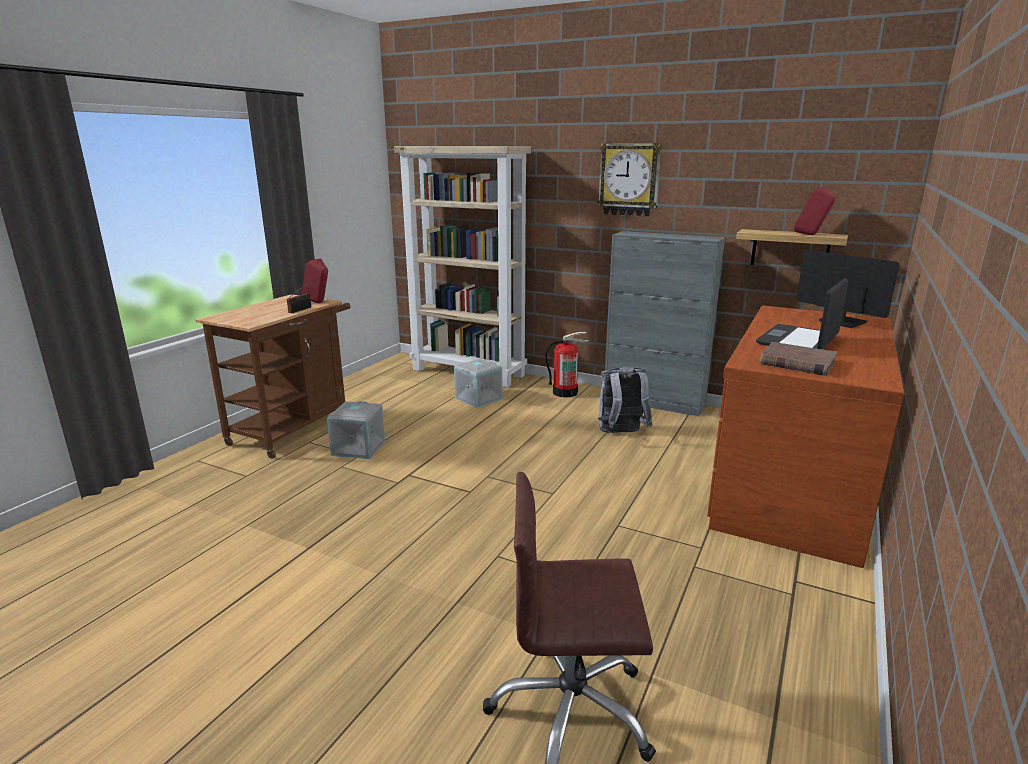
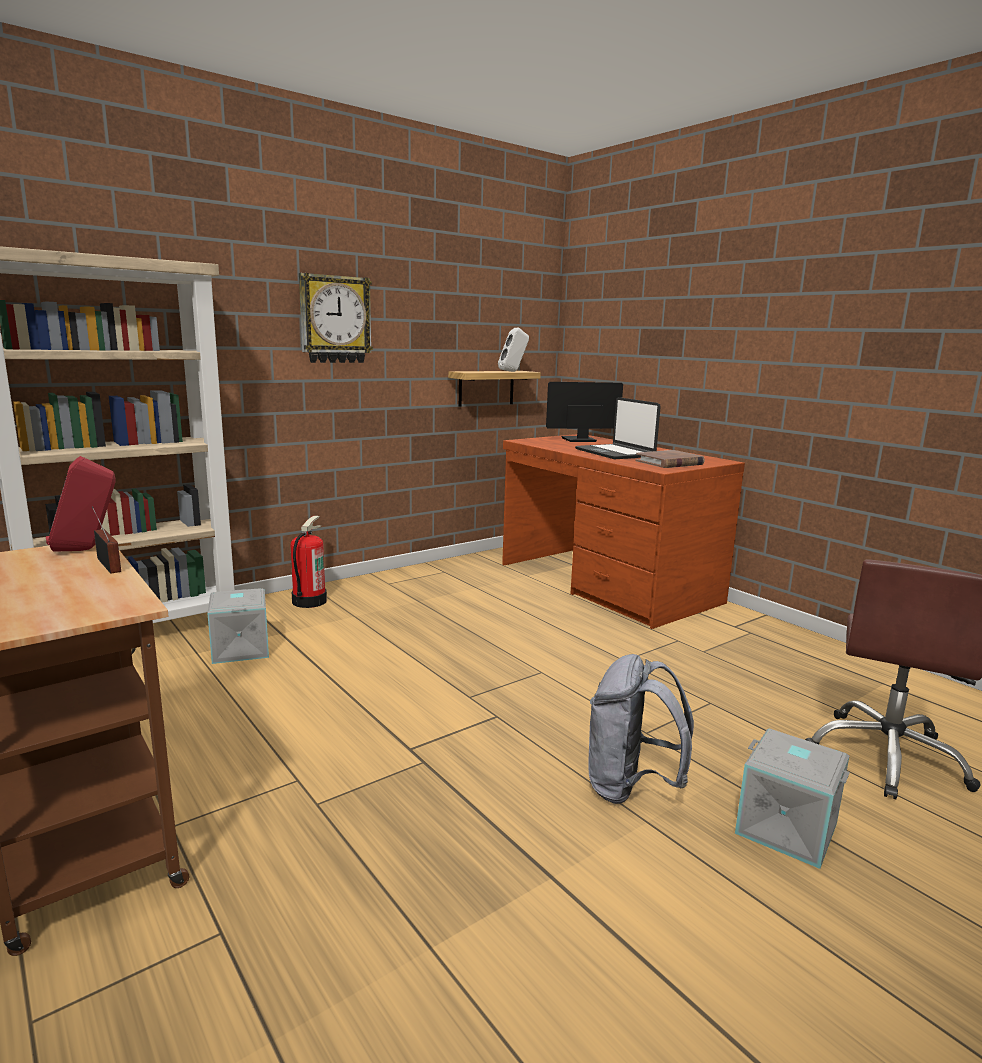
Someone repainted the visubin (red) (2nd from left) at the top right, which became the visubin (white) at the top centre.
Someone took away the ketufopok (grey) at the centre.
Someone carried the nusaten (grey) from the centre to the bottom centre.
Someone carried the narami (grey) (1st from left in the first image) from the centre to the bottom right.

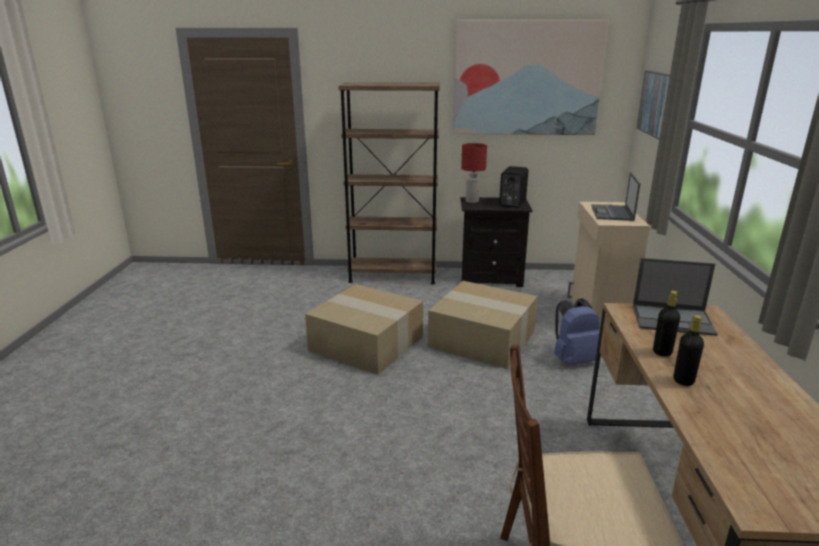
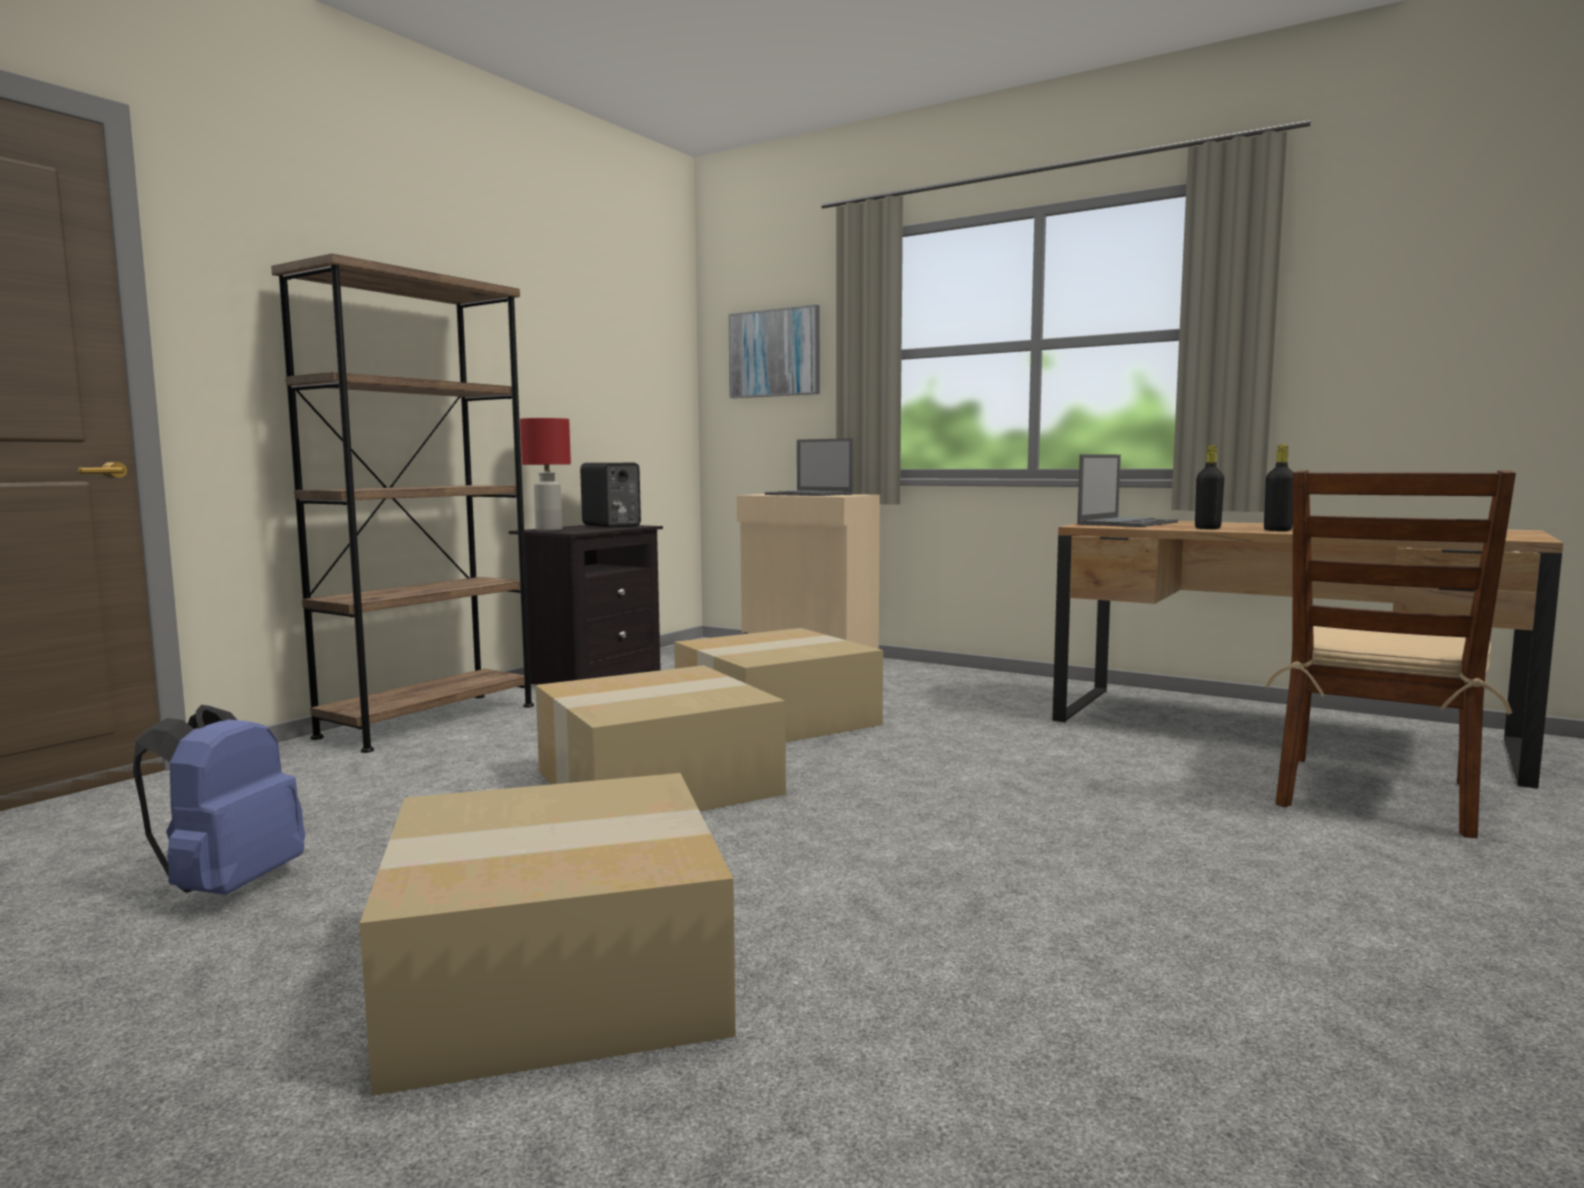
Someone took away the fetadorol (1st from left) at the top centre.
Someone carried the nusaten (blue) from the middle right to the bottom left.
Someone put down the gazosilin (1st from left) at the bottom centre.

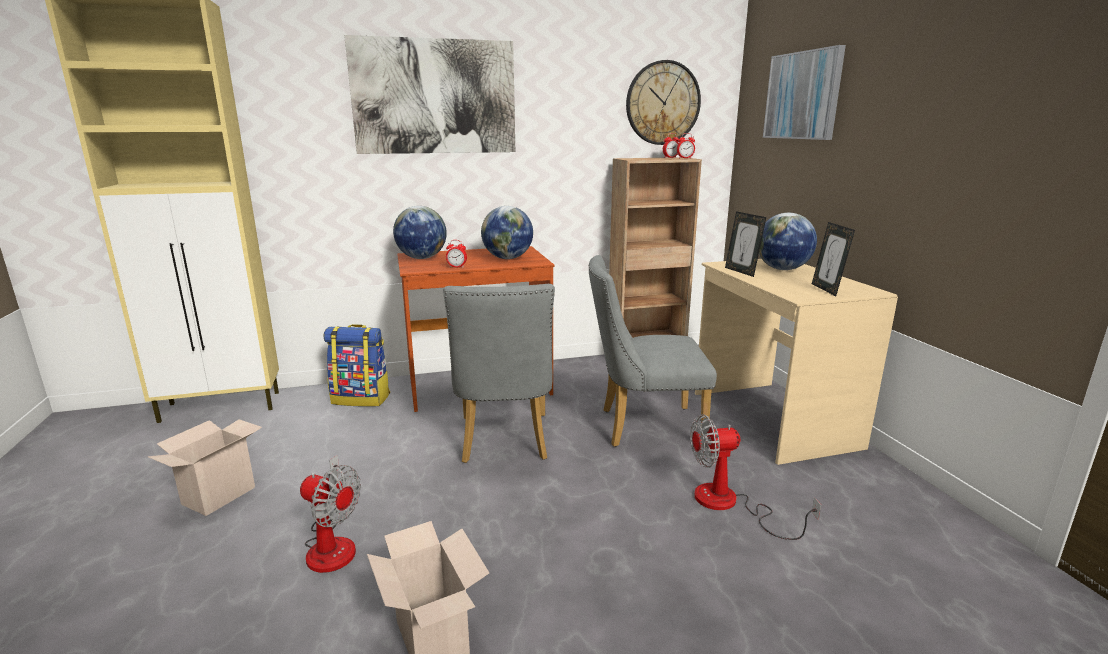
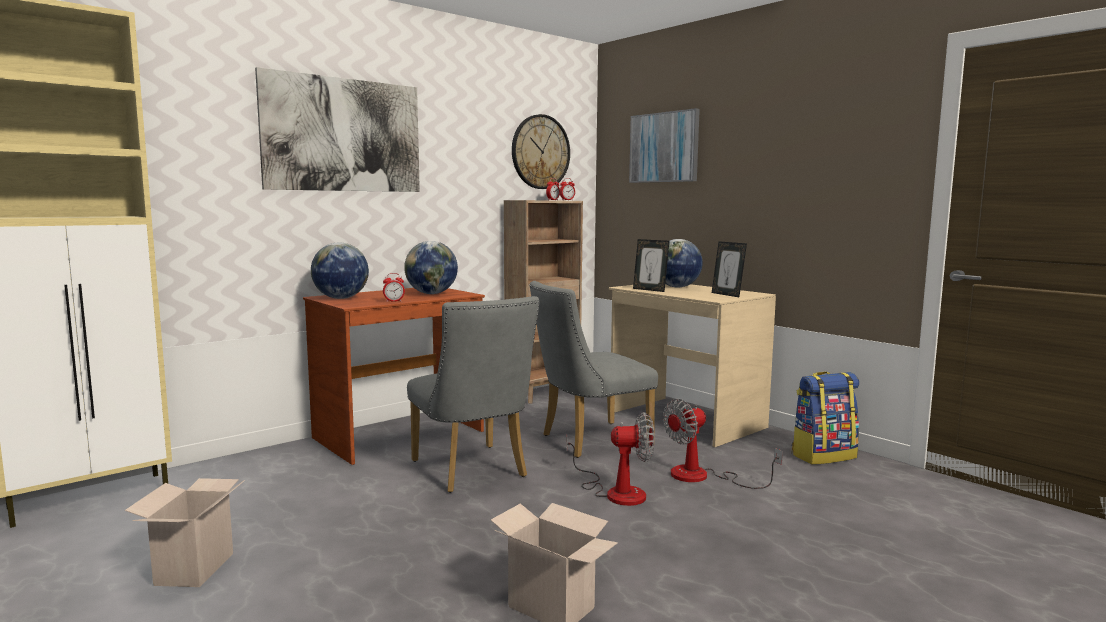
Someone carried the nusaten from the middle left to the bottom right.
Someone carried the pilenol (1st from left) from the bottom left to the bottom centre.

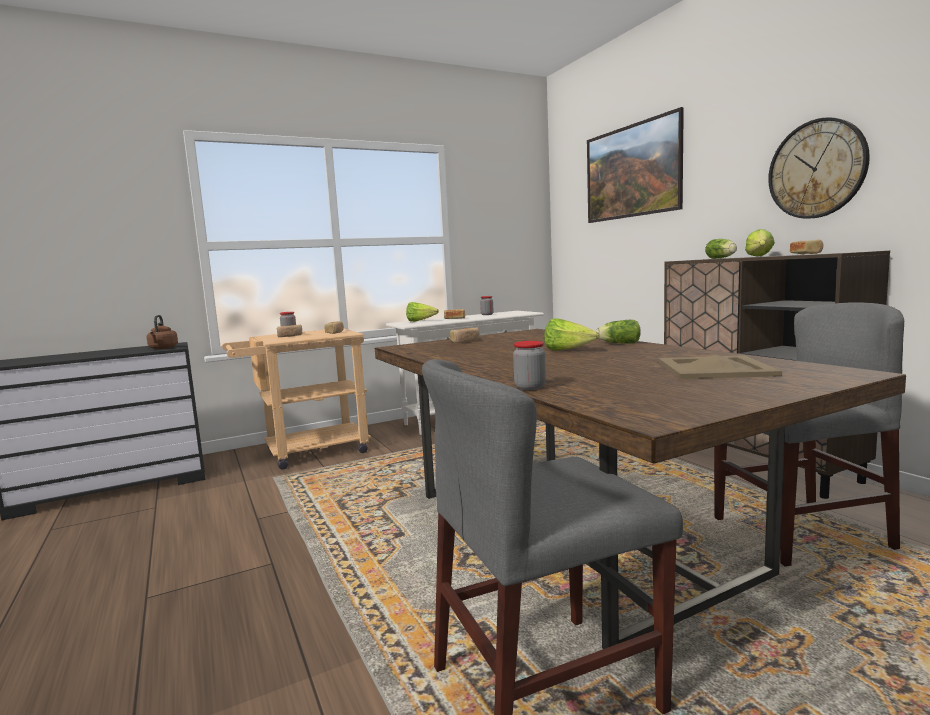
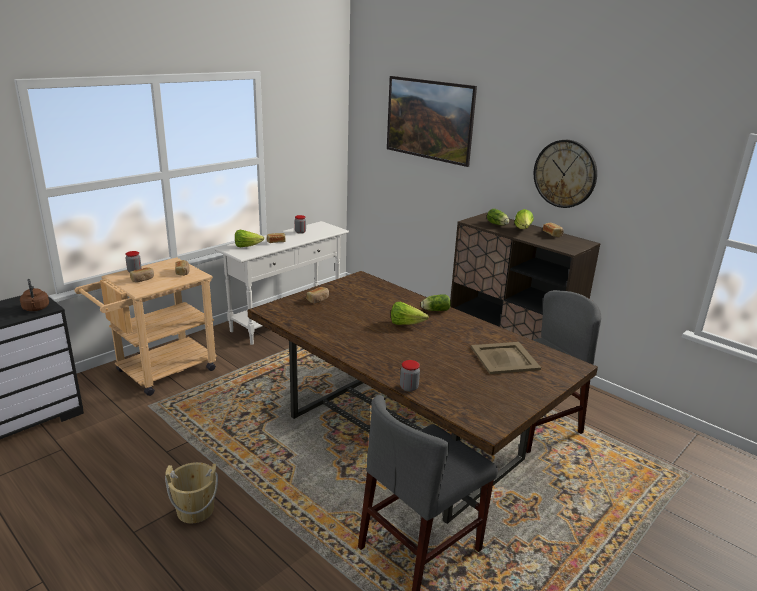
Someone put down the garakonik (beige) at the bottom left.

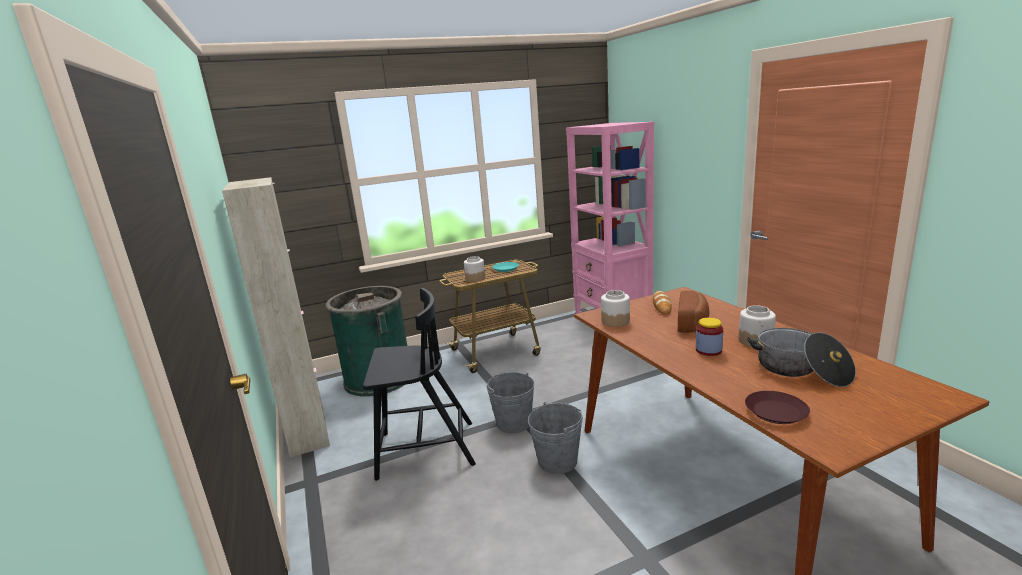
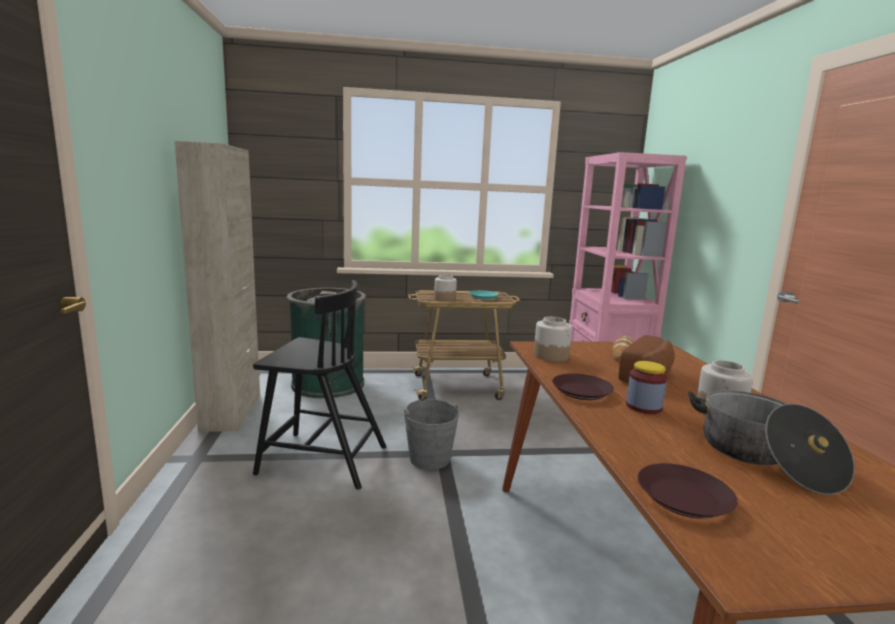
Someone took away the garakonik (grey) (2nd from left) at the bottom centre.
Someone put down the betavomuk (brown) (1st from left) at the centre.

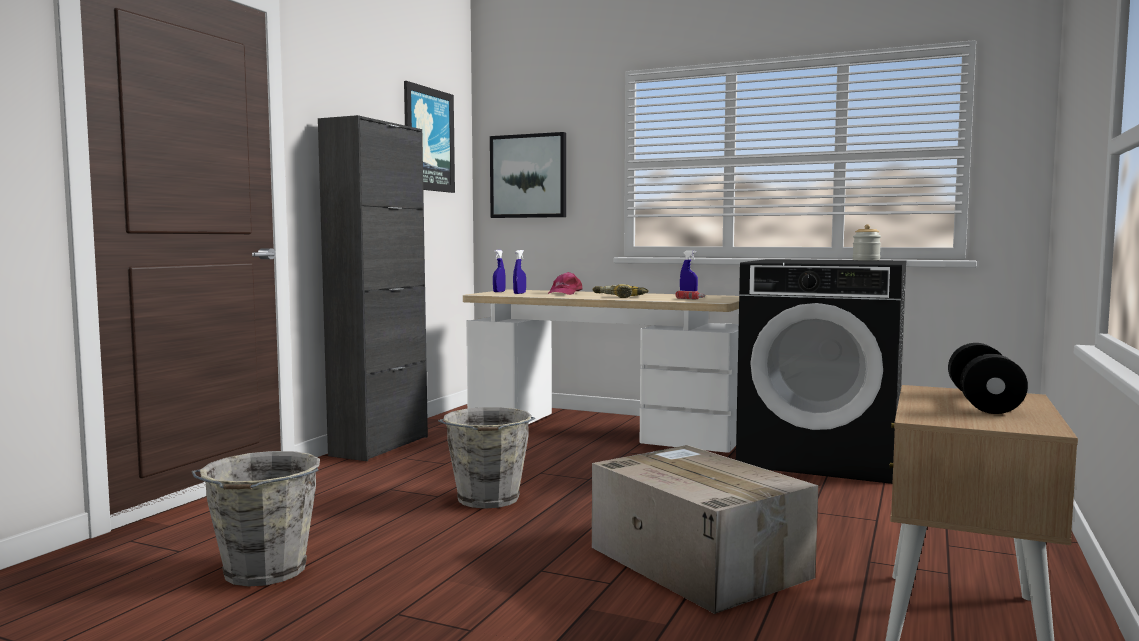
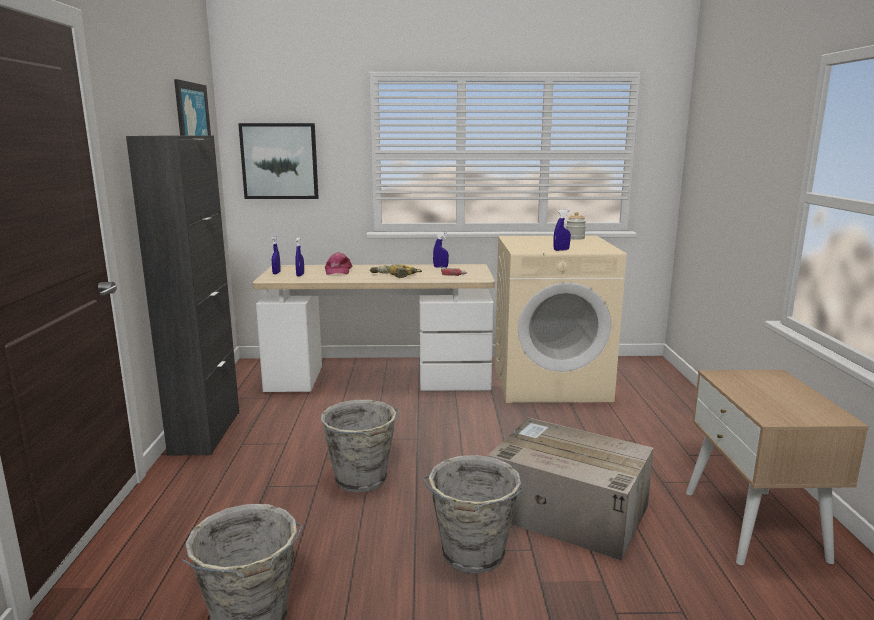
Someone repainted the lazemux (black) at the middle right, which became the lazemux (beige) at the centre.
Someone took away the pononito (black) at the middle right.
Someone put down the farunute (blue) (4th from left) at the centre.
Someone put down the garakonik (grey) (3rd from left) at the bottom centre.

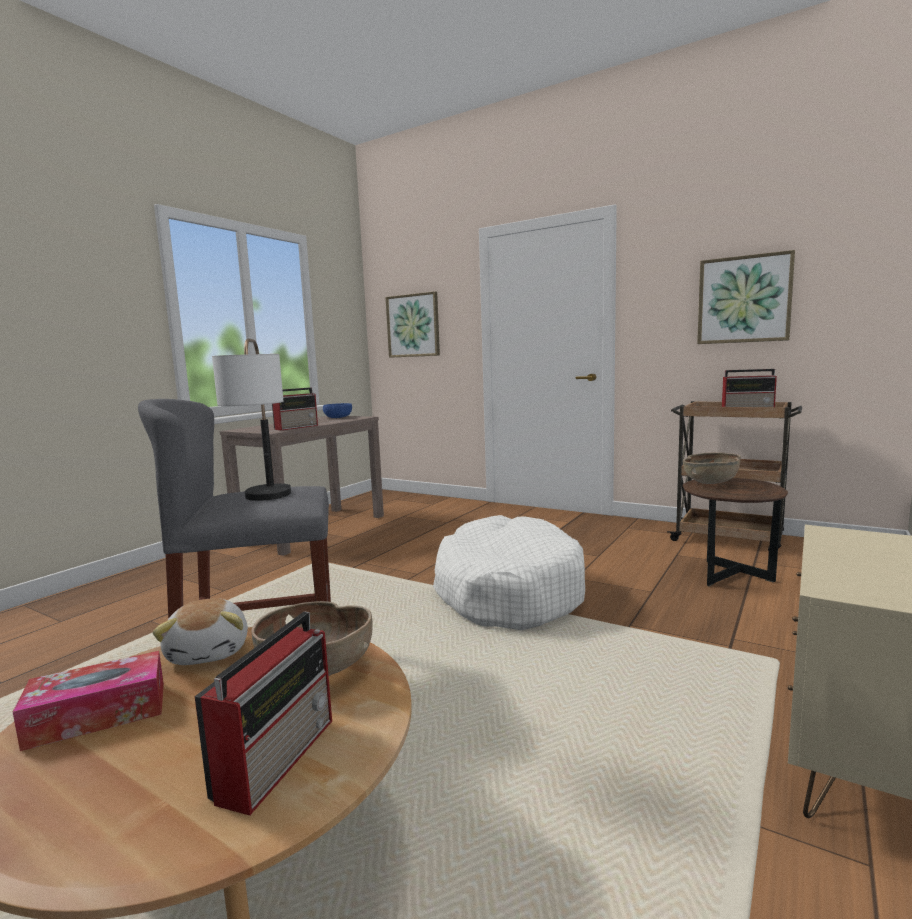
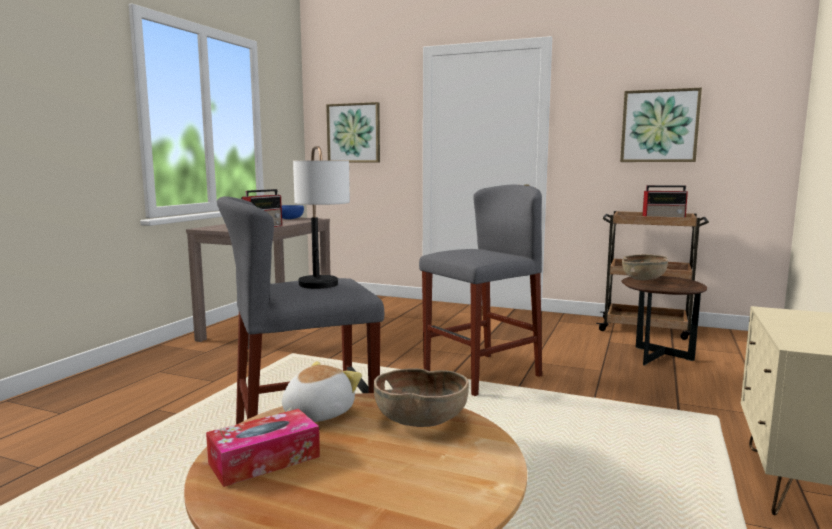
Someone swapped the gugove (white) at the centre for the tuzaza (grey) (2nd from left) at the centre.
Someone rotated the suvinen at the bottom left by 120 degrees counterclockwise.
Someone took away the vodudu (1st from left) at the bottom left.

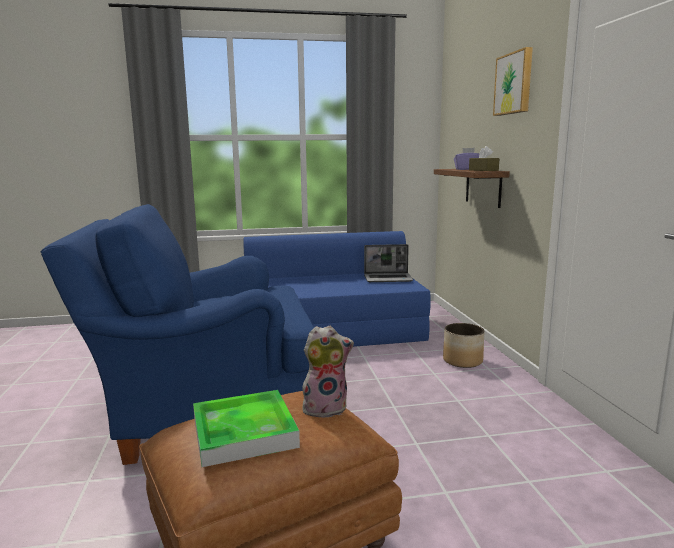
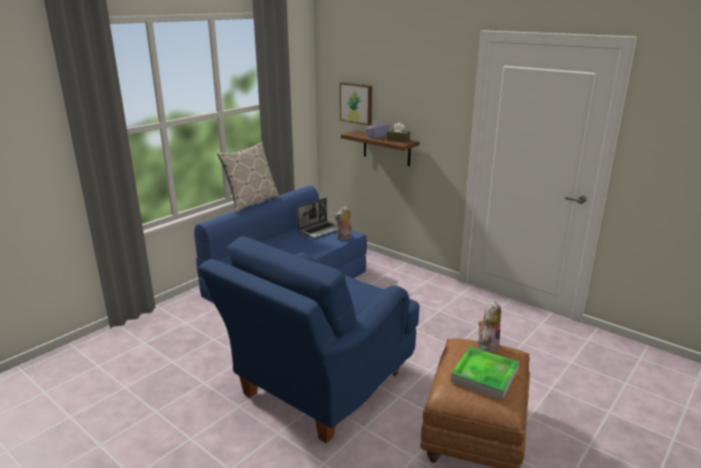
Someone carried the fetadorol from the top right to the top centre.
Someone took away the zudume at the middle right.
Someone put down the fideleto at the centre.
Someone put down the suvinen (1st from left) at the centre.

